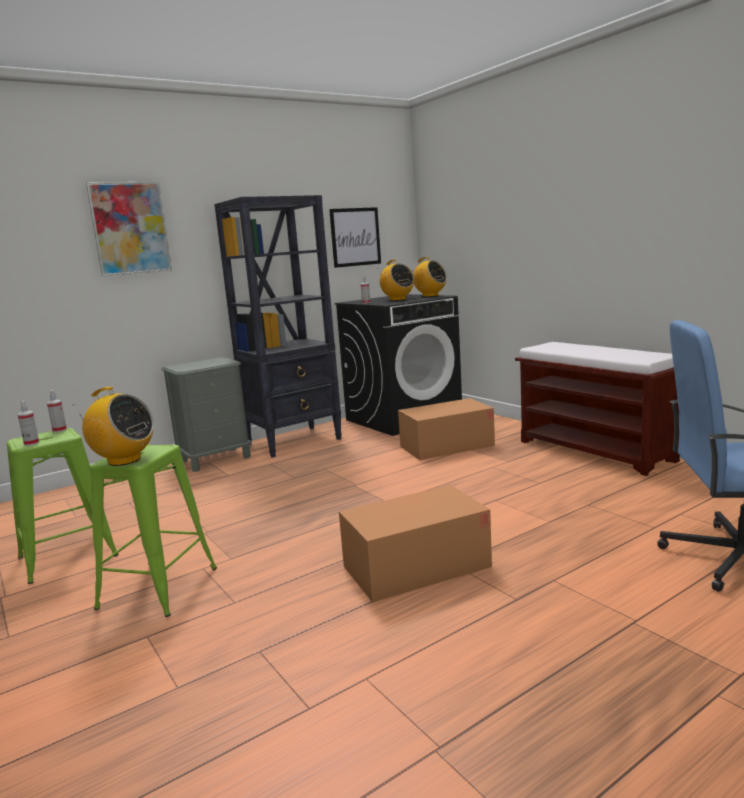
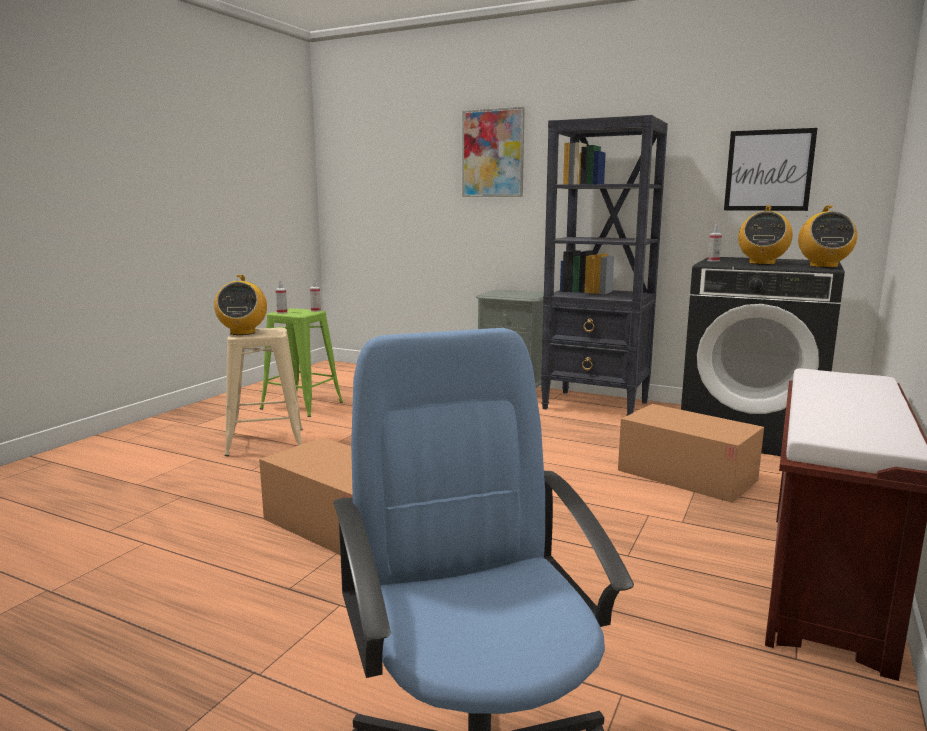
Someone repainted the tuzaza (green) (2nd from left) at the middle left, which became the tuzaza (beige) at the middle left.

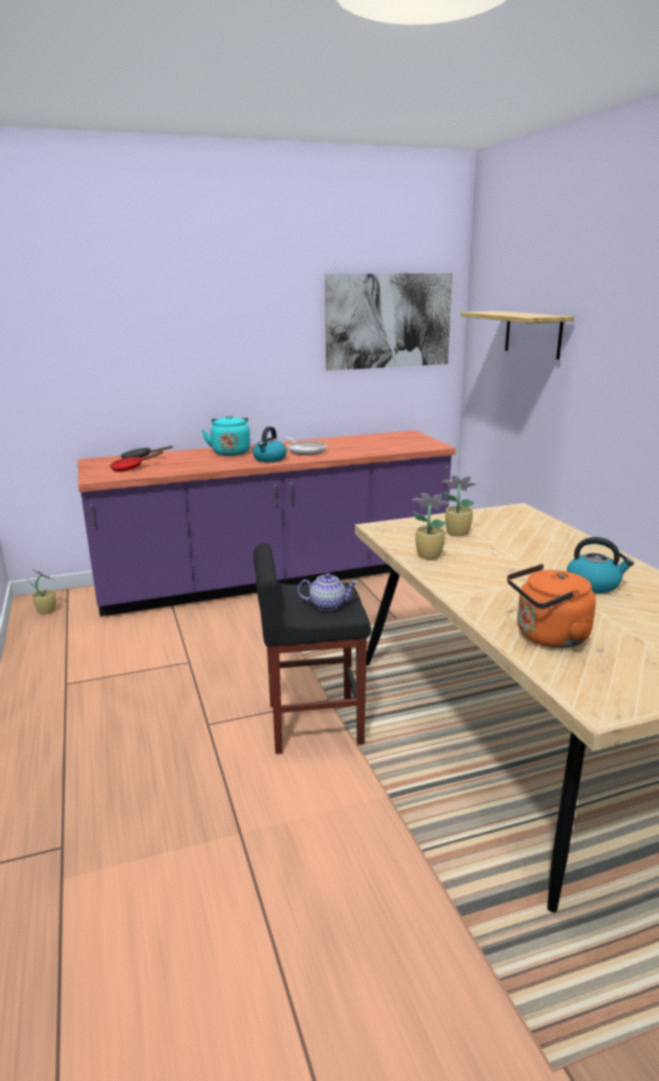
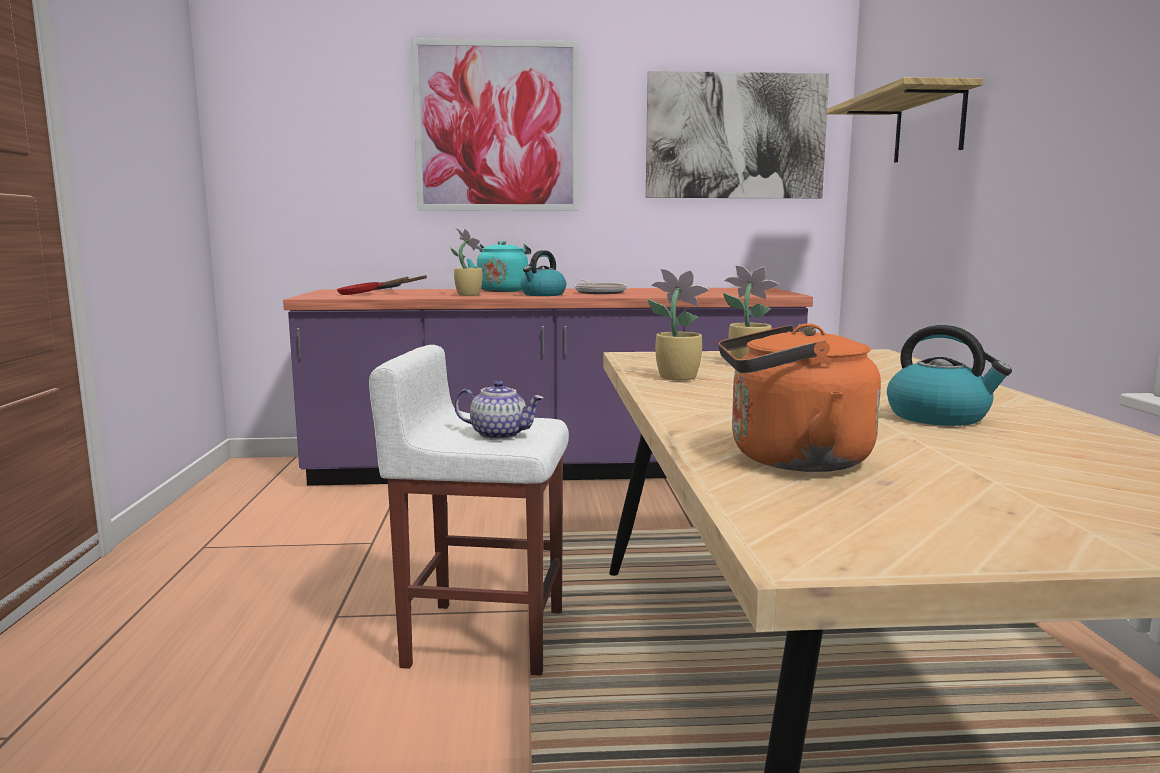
Someone repainted the tuzaza (black) at the centre, which became the tuzaza (white) at the centre.
Someone carried the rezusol (1st from left) from the middle left to the centre.
Someone put up the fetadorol (1st from left) at the top centre.

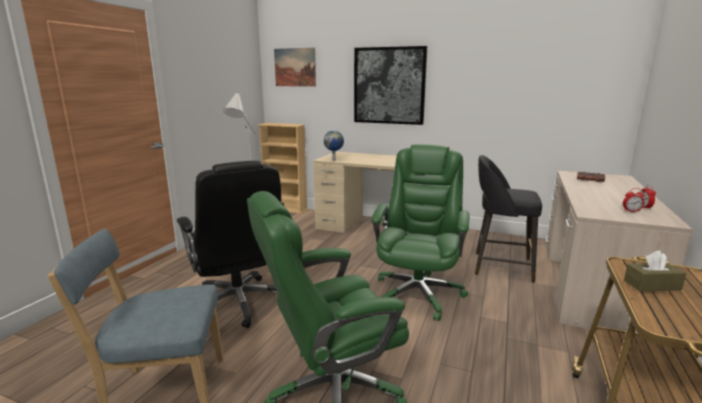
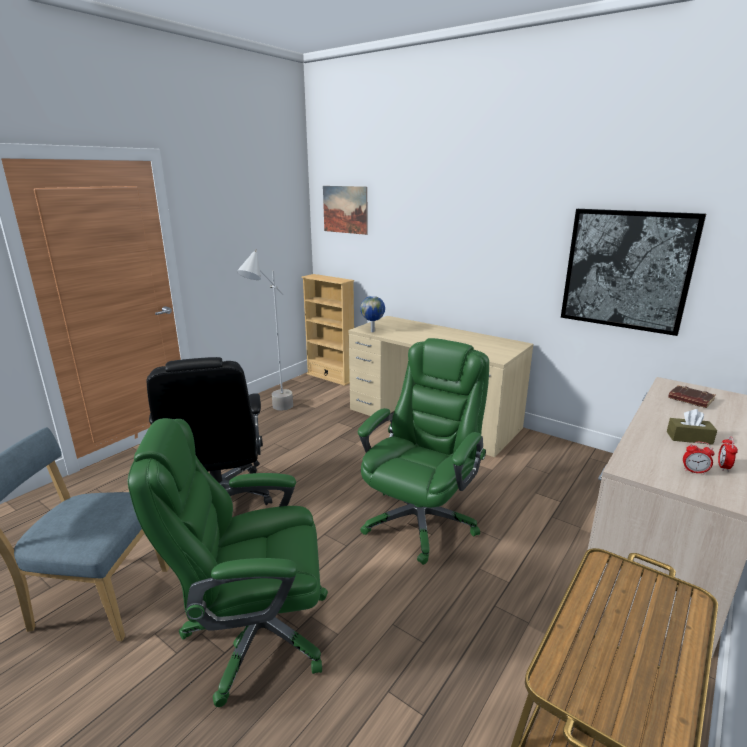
Someone carried the fetadorol (2nd from left) from the top centre to the middle right.
Someone took away the tuzaza (black) at the middle right.
Someone carried the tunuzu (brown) from the bottom right to the middle right.

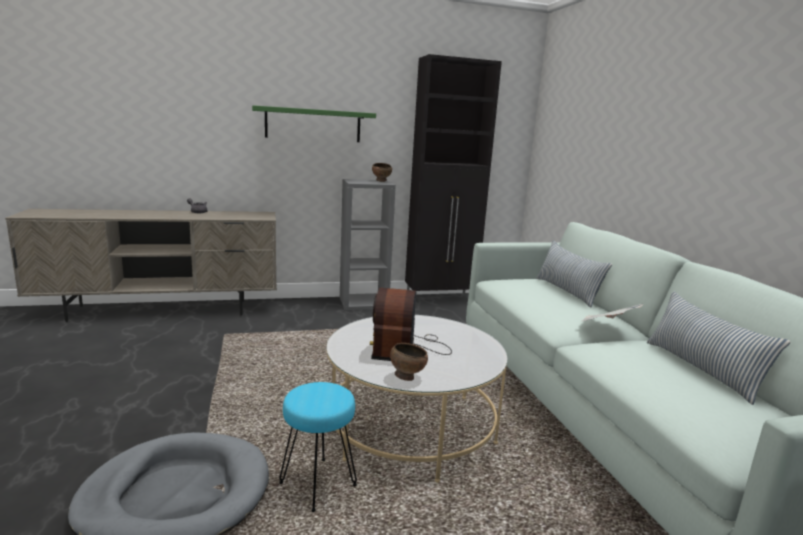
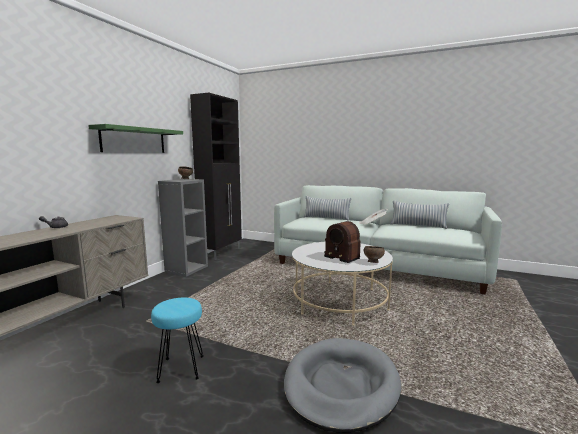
Someone carried the tuzaza (turquoise) from the bottom centre to the bottom left.

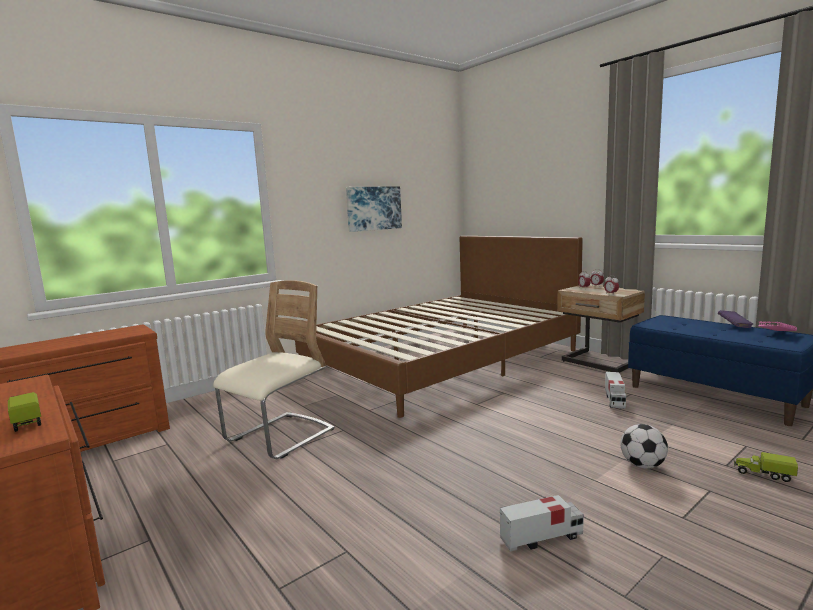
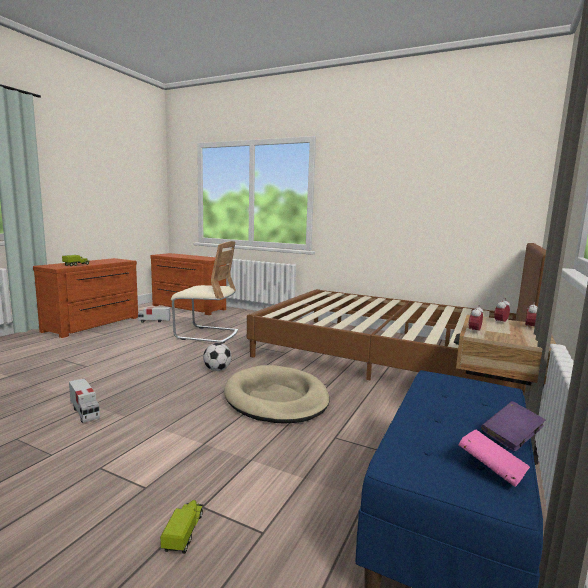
Someone took away the fetadorol at the centre.
Someone carried the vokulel (3rd from left) from the middle right to the middle left.
Someone carried the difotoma from the bottom right to the centre.
Someone put down the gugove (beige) at the bottom centre.

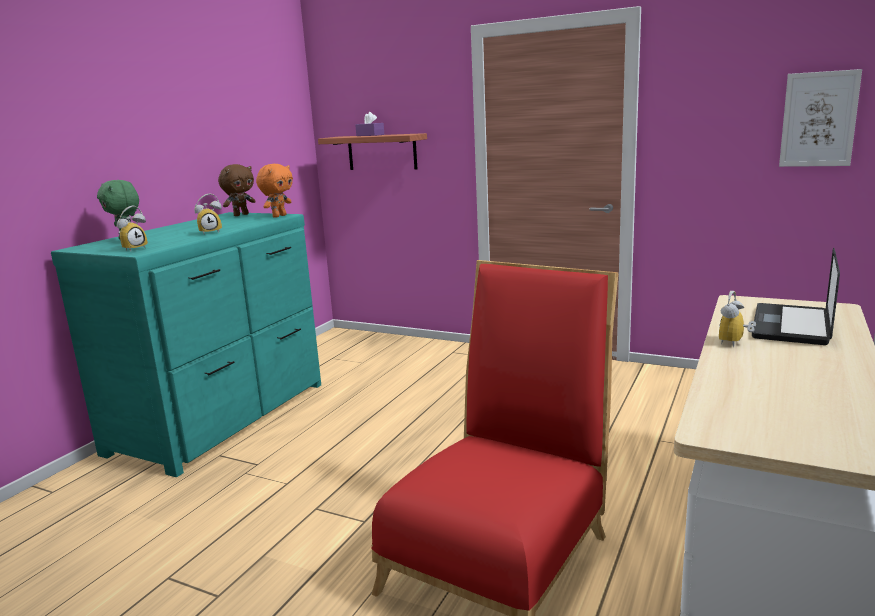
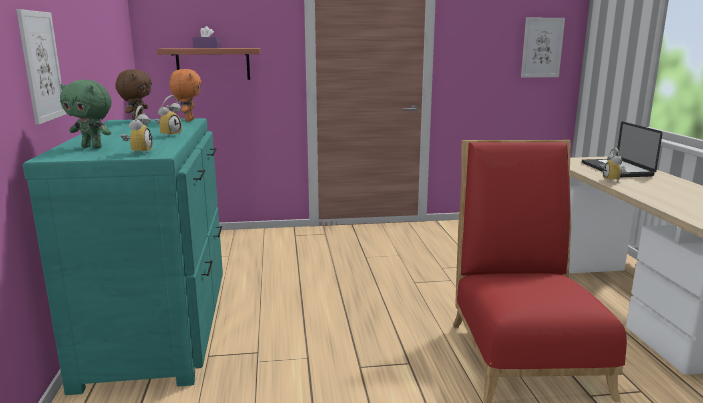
Someone put up the fetadorol (1st from left) at the top left.

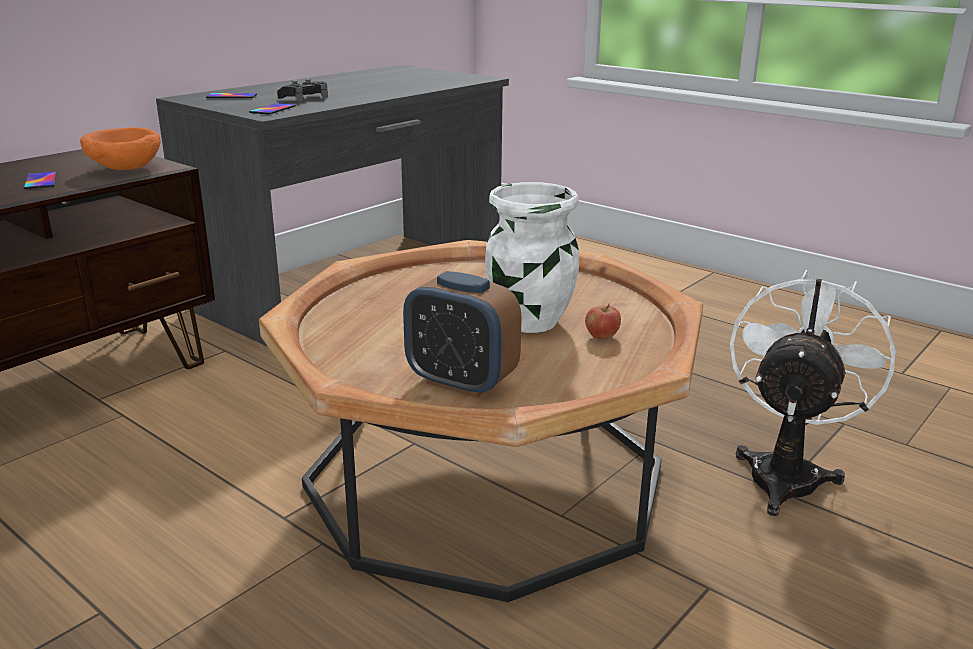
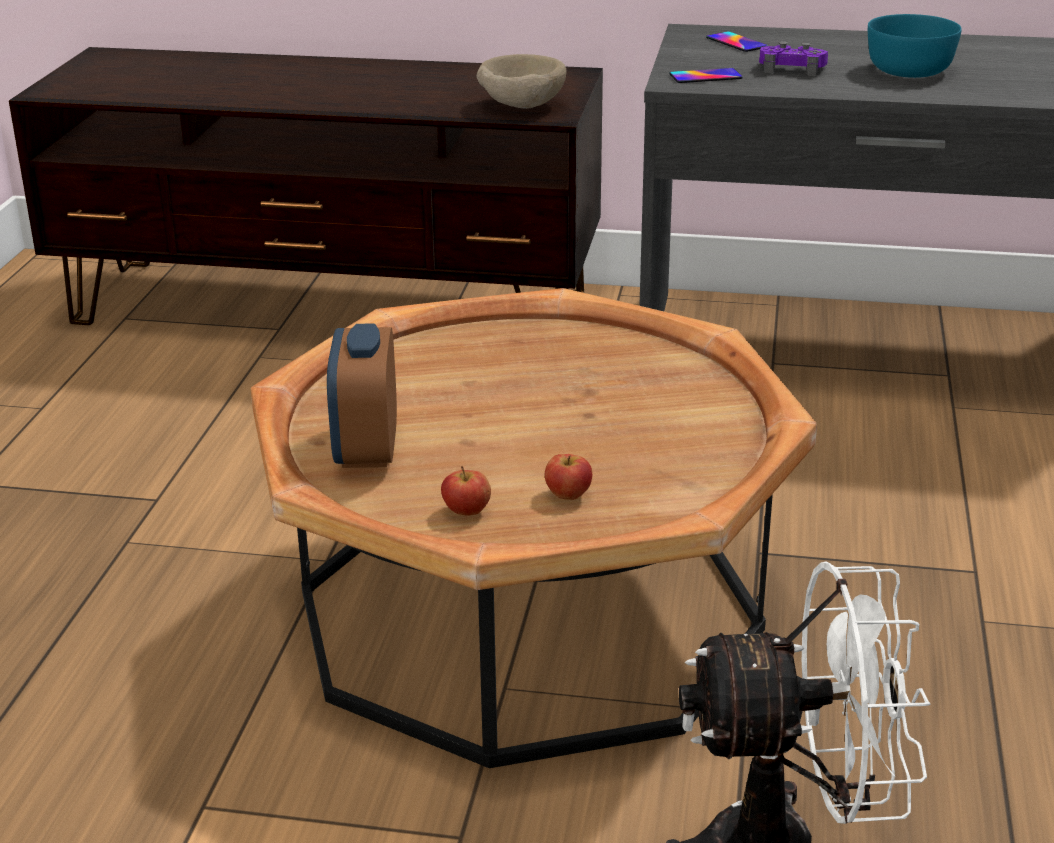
Someone repainted the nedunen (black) at the top left, which became the nedunen (purple) at the top right.
Someone repainted the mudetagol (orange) at the top left, which became the mudetagol (beige) at the top centre.
Someone took away the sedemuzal (1st from left) at the top left.
Someone took away the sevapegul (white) at the centre.
Someone put down the mudetagol (turquoise) at the top right.
Someone put down the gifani (1st from left) at the centre.

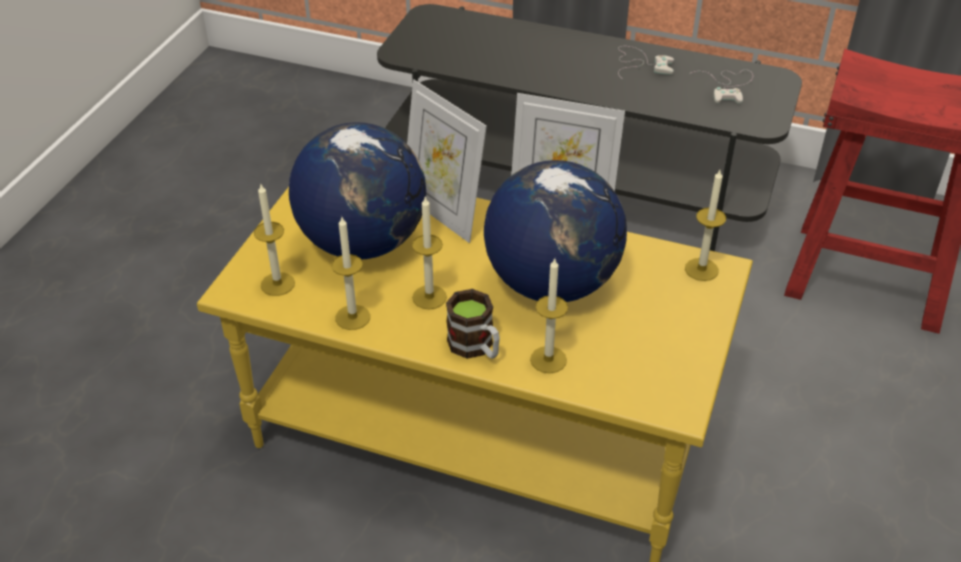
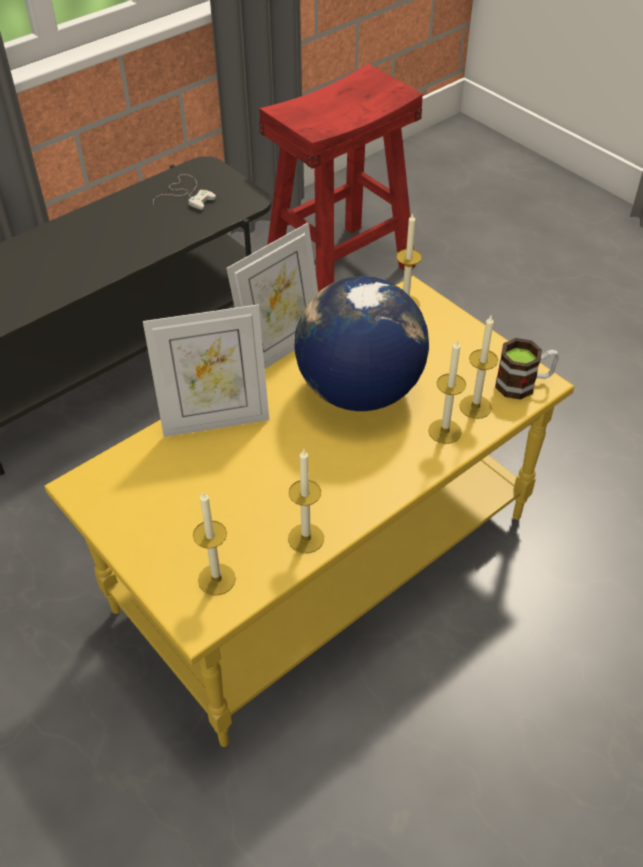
Someone took away the nedunen (white) (1st from left) at the top right.
Someone took away the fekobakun (1st from left) at the centre.
Someone carried the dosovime (3rd from left in the first image) from the centre to the middle right.
Someone carried the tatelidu from the centre to the middle right.

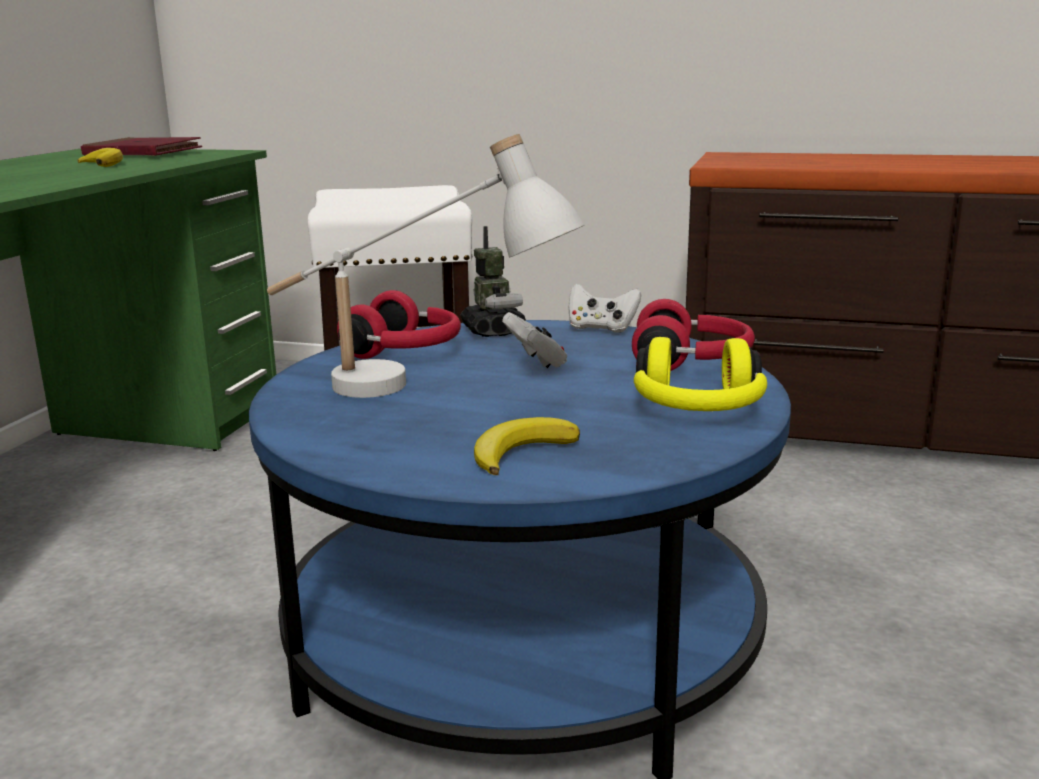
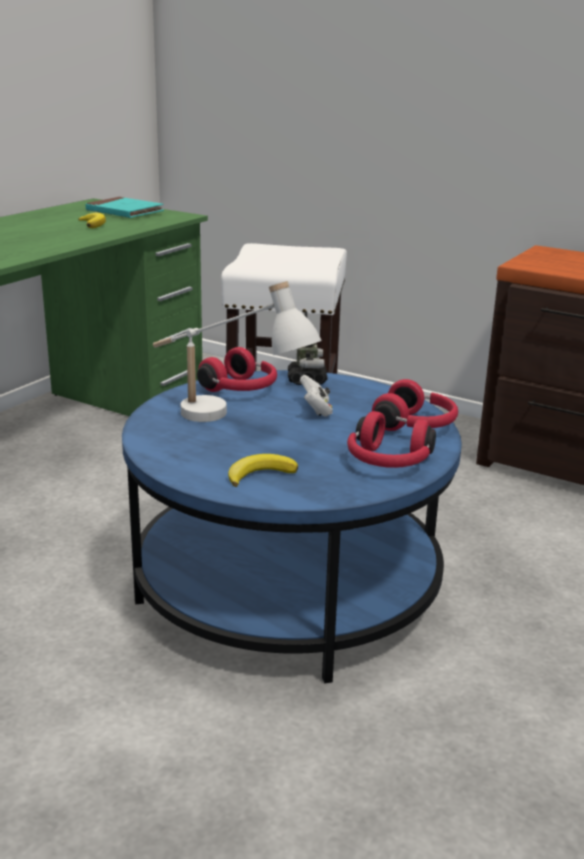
Someone repainted the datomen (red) at the top left, which became the datomen (turquoise) at the top left.
Someone took away the nedunen (white) (2nd from left) at the centre.
Someone repainted the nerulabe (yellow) at the middle right, which became the nerulabe (red) (2nd from left) at the middle right.

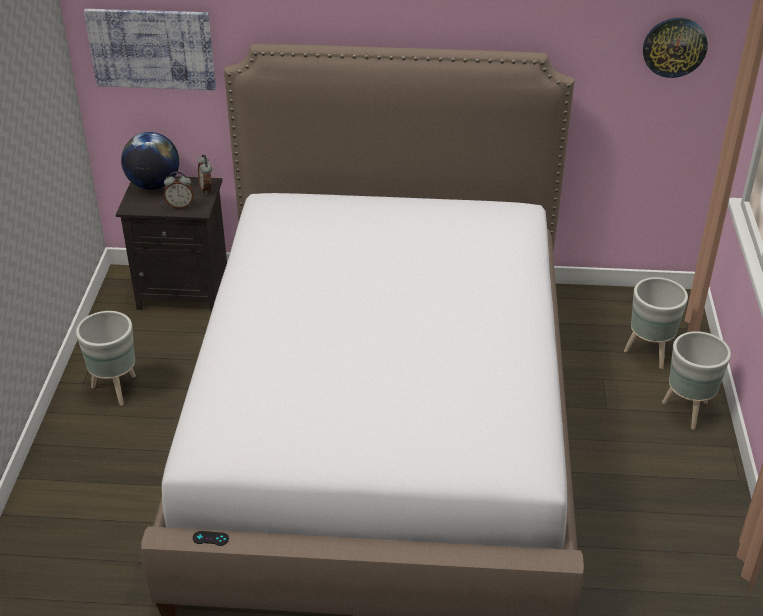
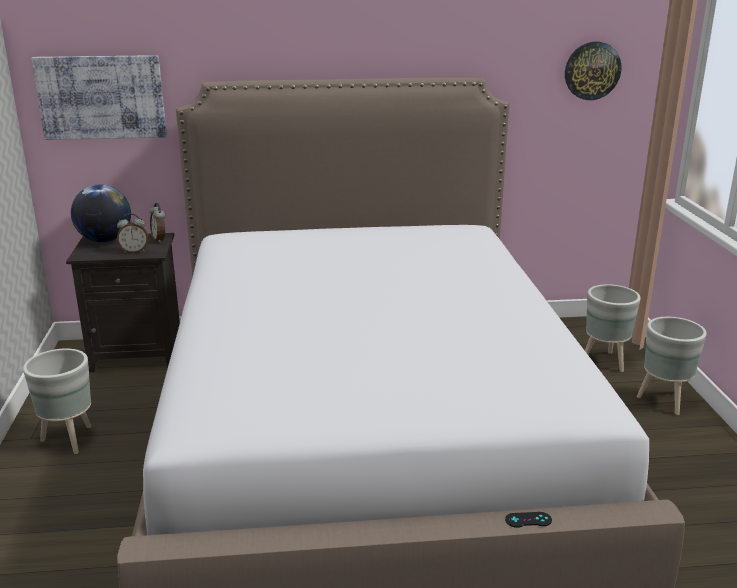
Someone carried the nedunen (black) from the bottom left to the bottom right.

